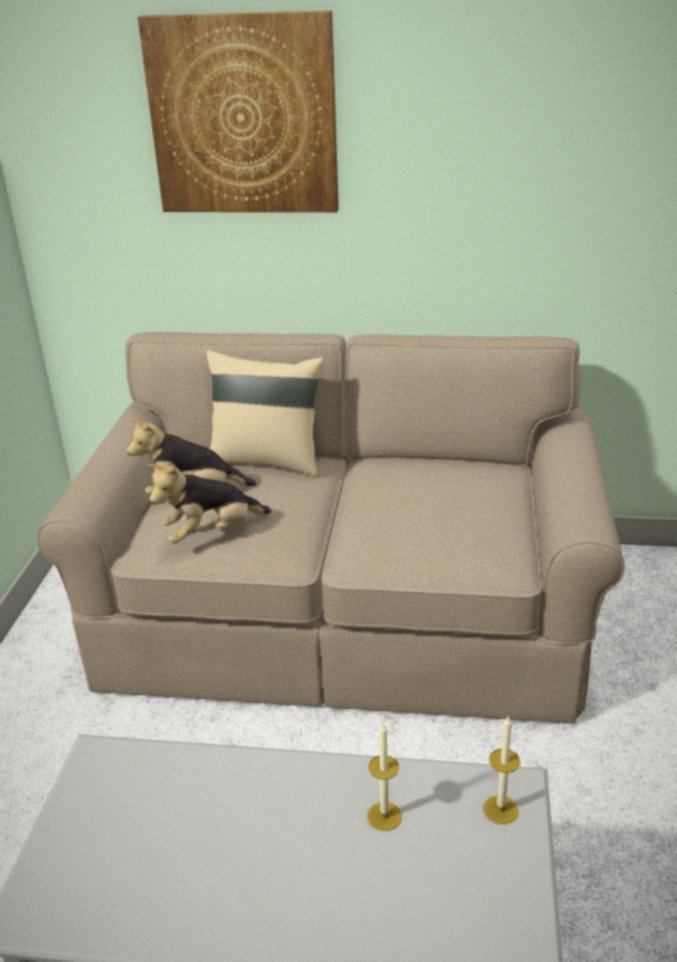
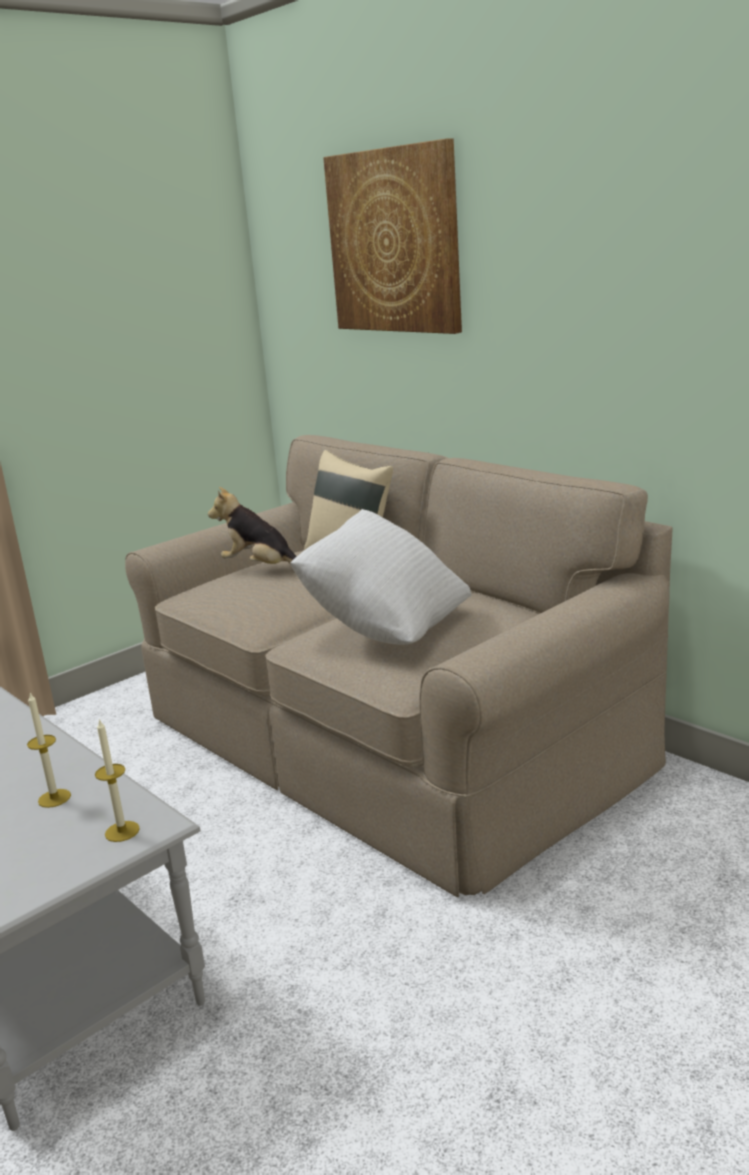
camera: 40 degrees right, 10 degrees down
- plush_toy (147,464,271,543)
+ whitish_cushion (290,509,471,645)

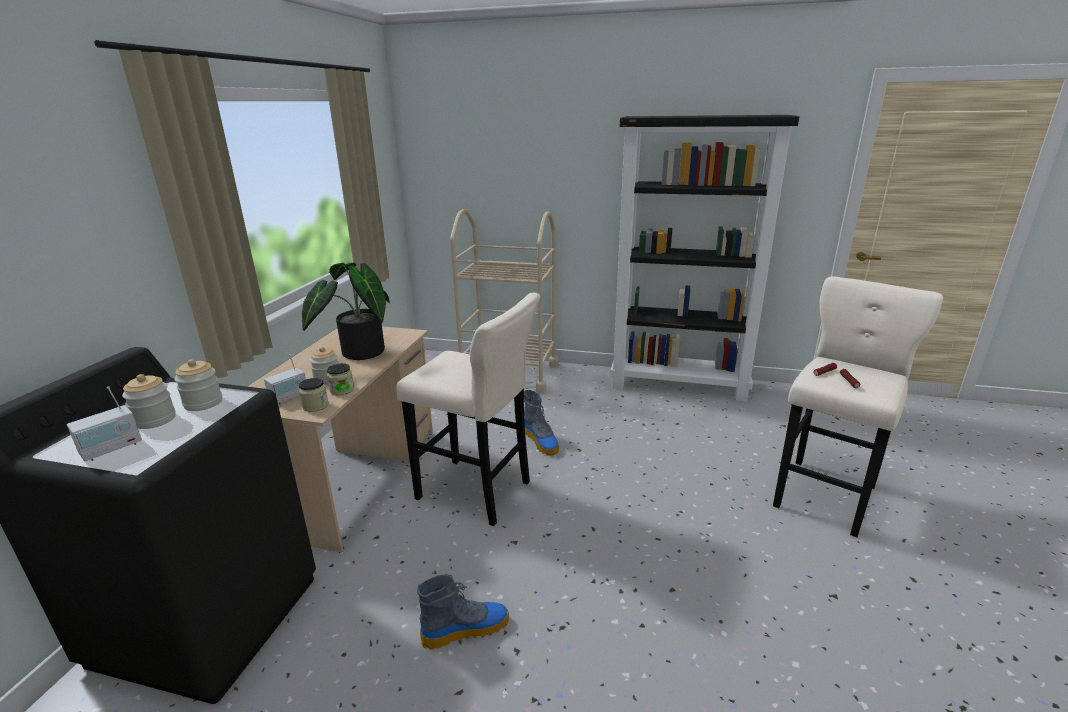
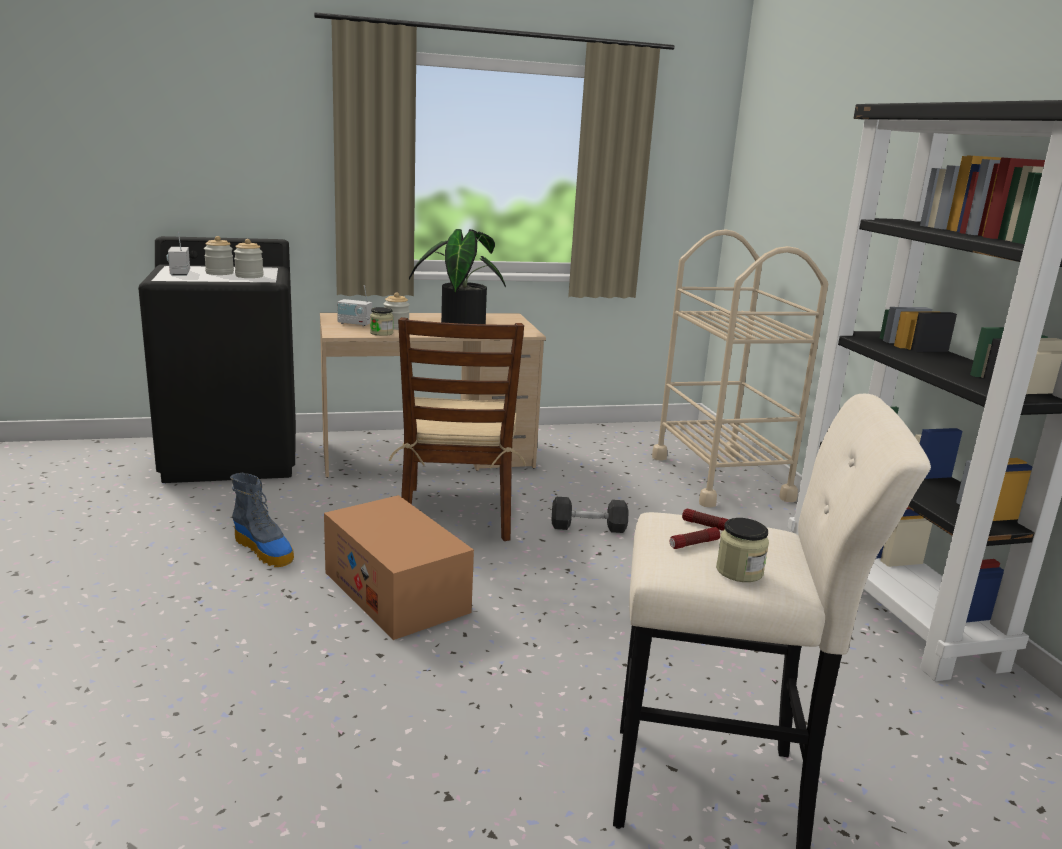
camera: 60 degrees right, 5 degrees down
~ sand-coloured_sitting_stool (396,293,540,526) to brown_upright_chair (389,317,526,541)
~ jar (299,378,329,412) to (716,518,769,582)
~ radio_receiver (67,386,142,461) = (167,232,190,275) 60 degrees clockwise
~ boot (524,390,559,456) to grey_dumbbell (552,497,629,533)
+ packing_box (324,495,474,640)

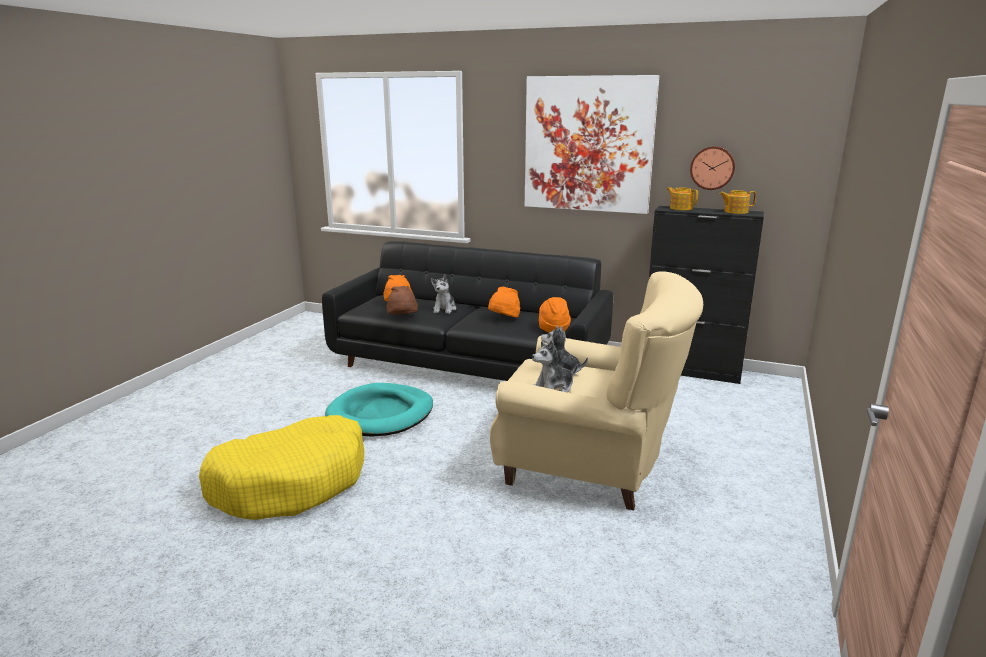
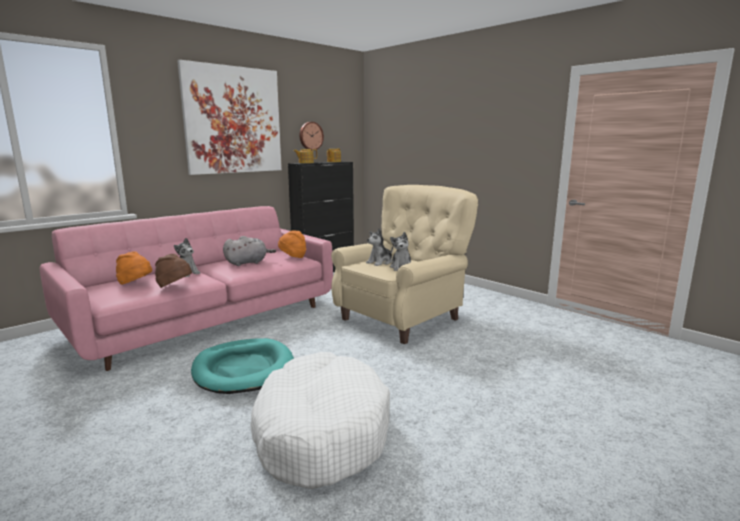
camera: 65 degrees left, 5 degrees down
~ blackish_sofa (322,241,613,381) to pink_sofa (40,206,333,371)
~ orange_hat (488,287,520,317) to grey_plush_toy (223,236,276,266)
~ yellow_dog_bed (199,415,364,520) to whitish_dog_bed (250,352,390,489)

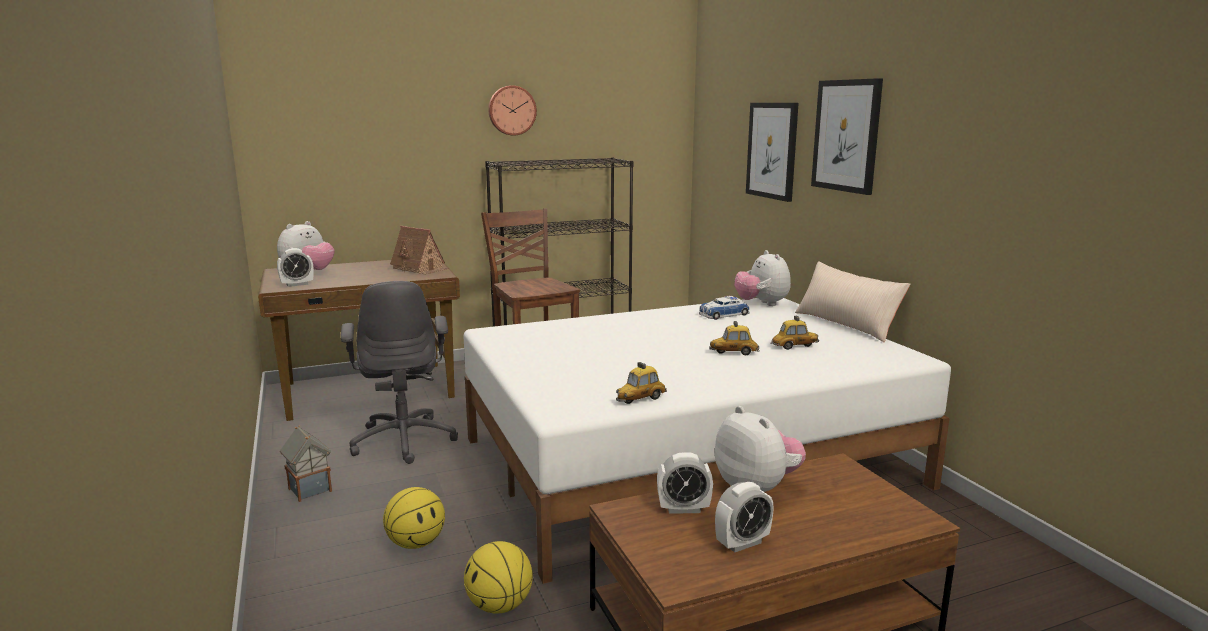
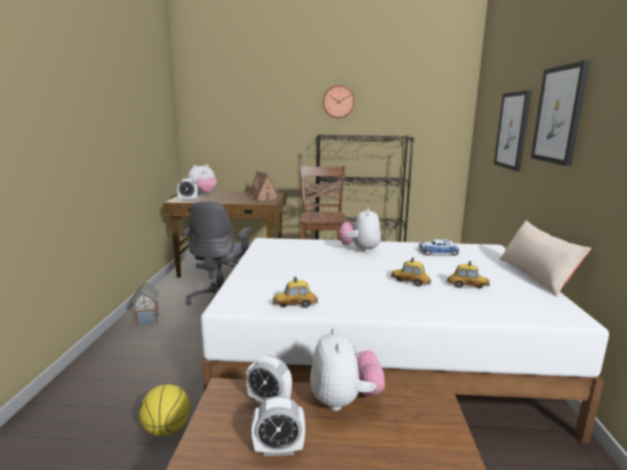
camera: 25 degrees right, 0 degrees up
~ plush_toy (734,250,791,306) to (339,208,381,253)
- basketball (383,487,445,549)

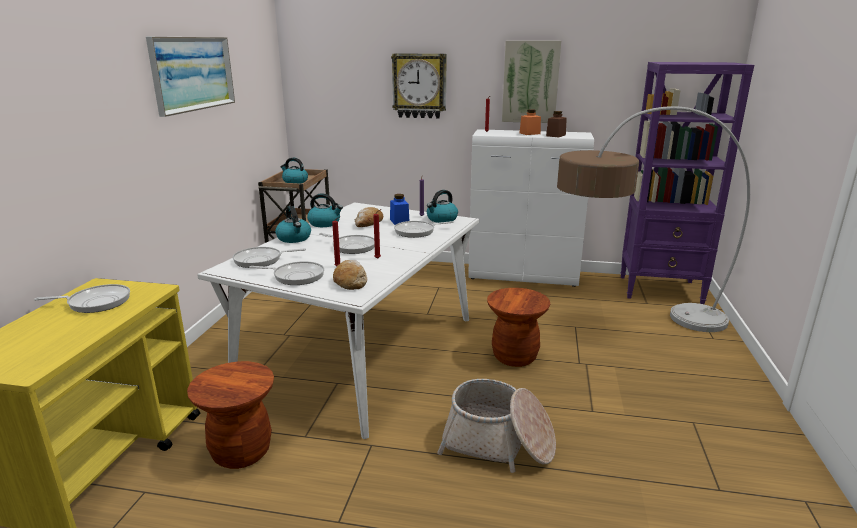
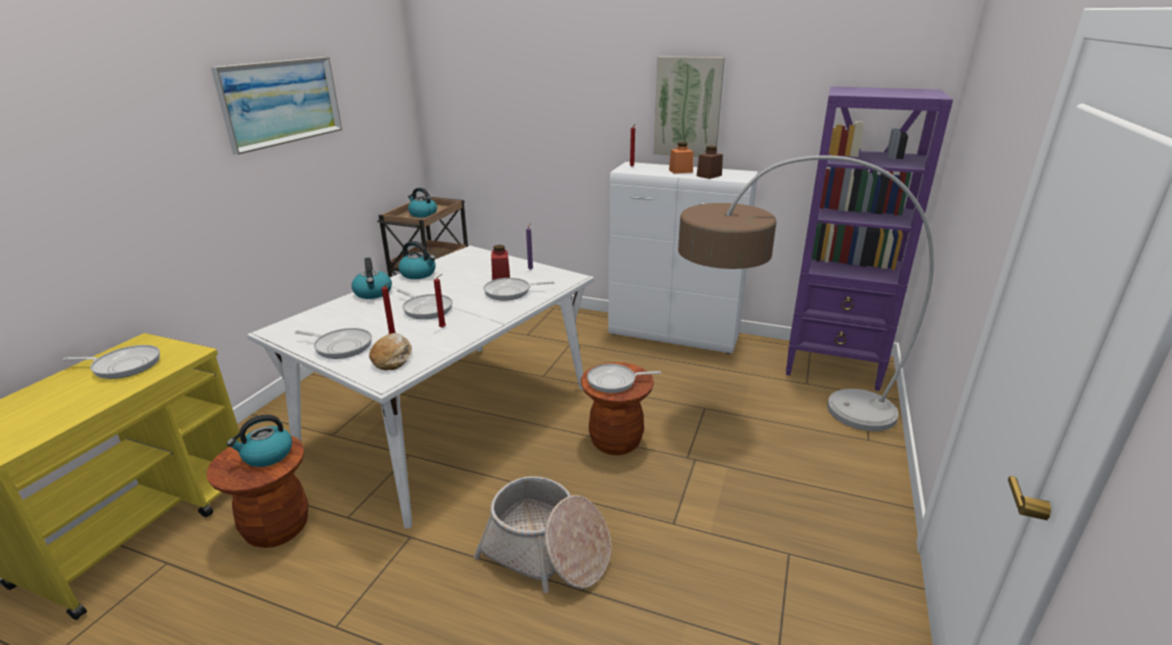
camera: 10 degrees right, 5 degrees up
- clock_on_the_wall (391,53,447,118)
~ tea_kettle (427,190,458,223) to (227,415,292,467)
~ bluish_jar (390,194,409,225) to red_jar (491,245,510,280)
- bakery_bread (355,207,383,227)
~ frying_pan (232,247,306,268) to (587,364,661,393)

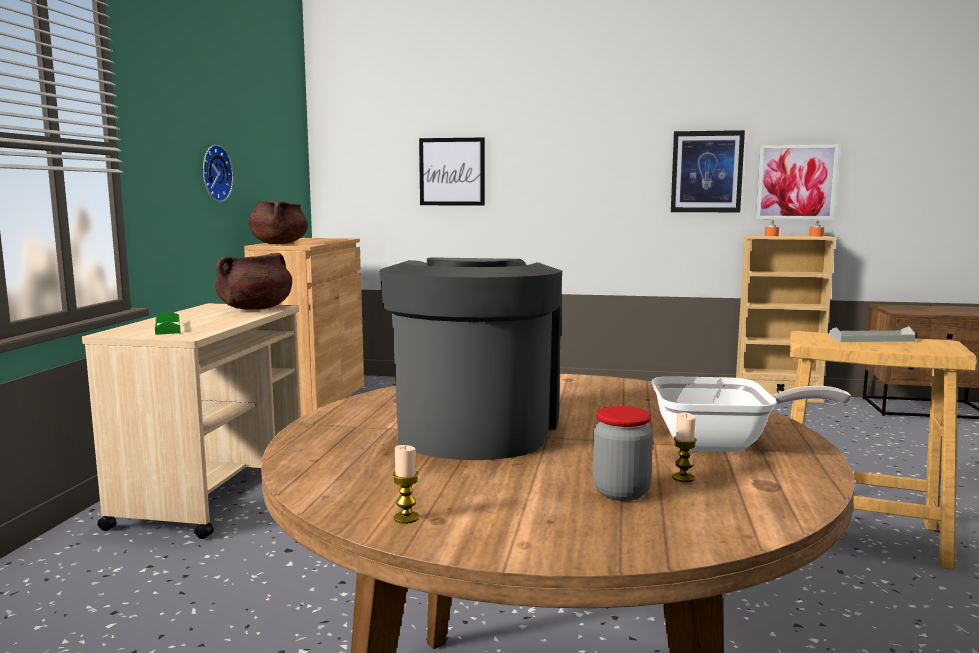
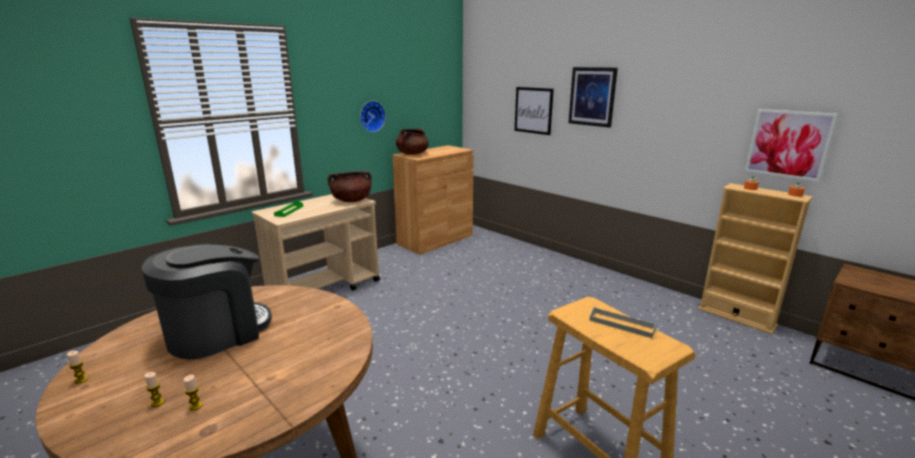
camera: 35 degrees right, 10 degrees up
~ wall_picture (671,130,745,212) to (568,67,618,128)
- frying_pan (651,376,851,452)
~ jar (593,406,653,501) to wax_light (144,372,164,407)

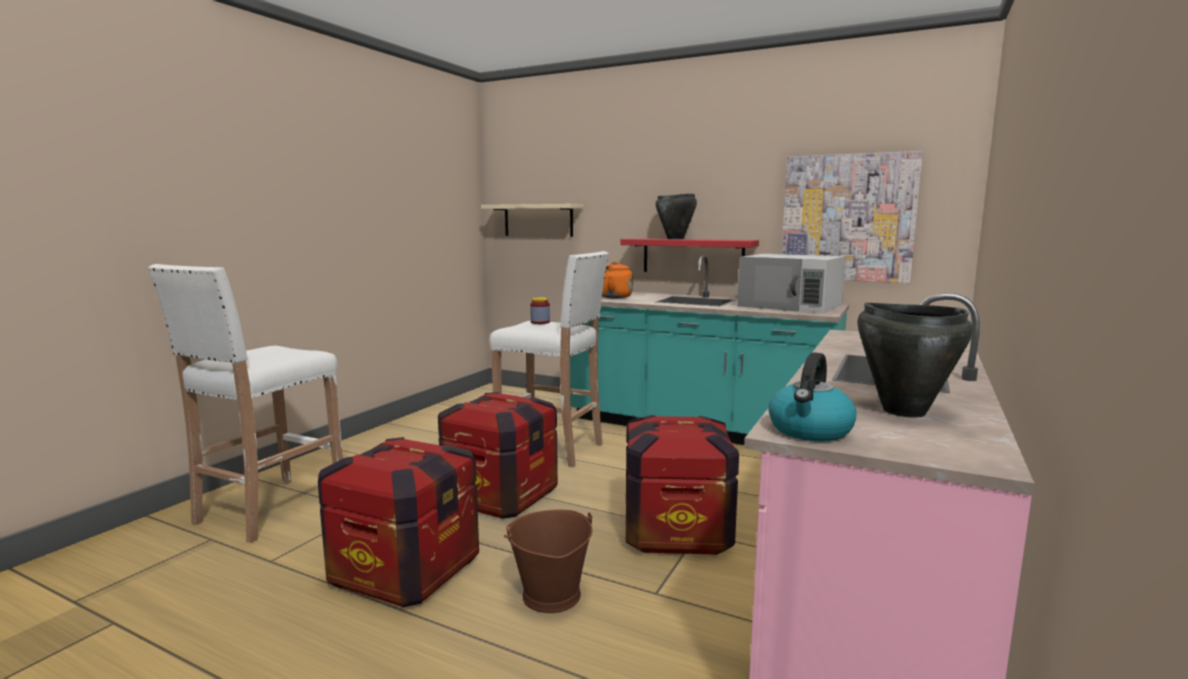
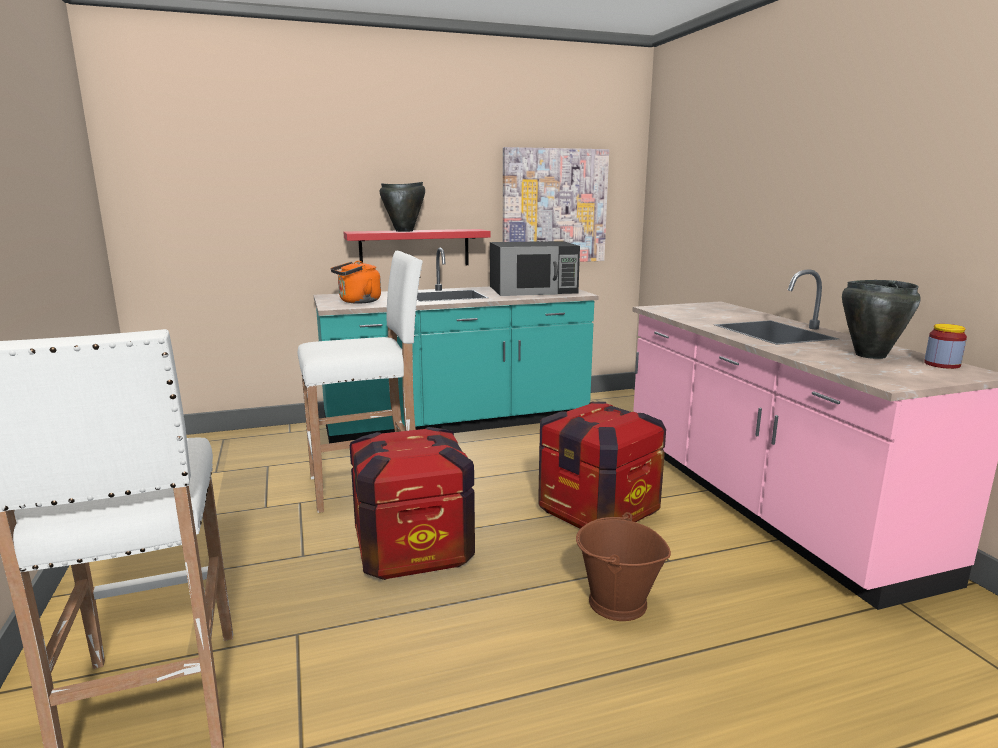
camera: 45 degrees left, 5 degrees up
- sand-coloured_bracket_shelf (481,204,583,237)
~ whitish_microwave_oven (737,254,846,313) to blackish_microwave_oven (490,241,580,296)
~ jar (530,297,550,324) to (924,324,967,369)
- tea_kettle (768,352,856,442)
- crate (318,437,479,607)

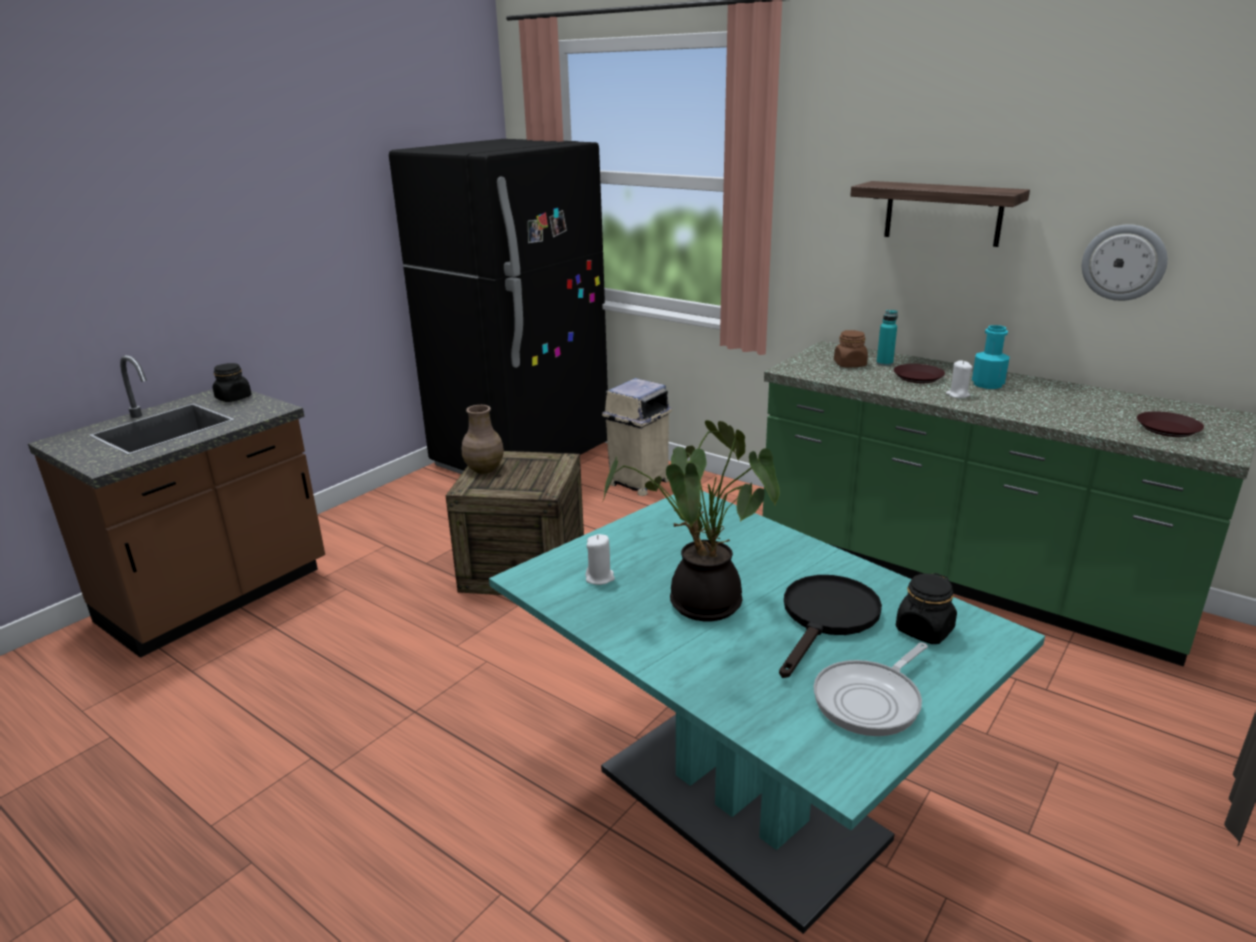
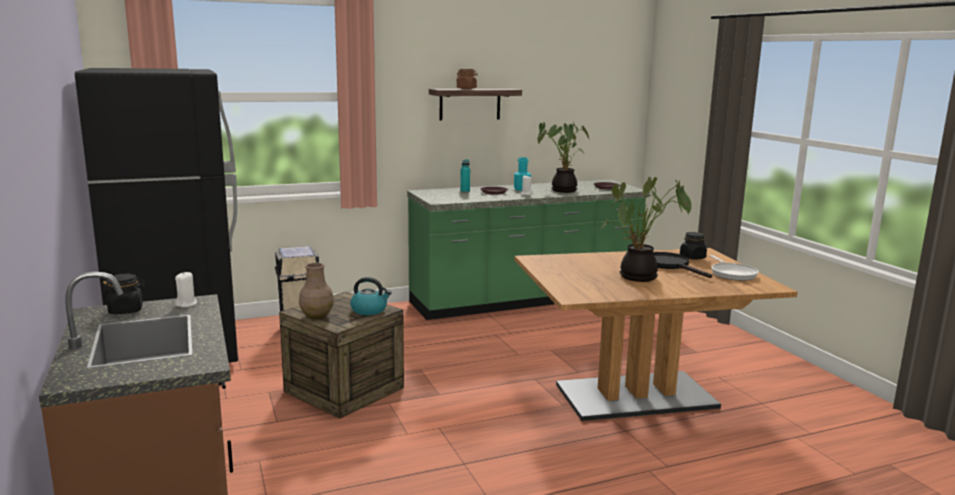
camera: 60 degrees left, 10 degrees down
- clock_on_the_wall (1082,224,1168,301)
~ brown_jar (834,330,868,368) to (456,69,478,89)
~ turquoise_dining_table (489,491,1045,934) to brown_dining_table (515,248,798,421)
~ whitish_wax_light (585,534,615,585) to (175,272,197,307)
+ plant_in_a_pot (538,122,589,193)
+ tea_kettle (350,277,392,315)

